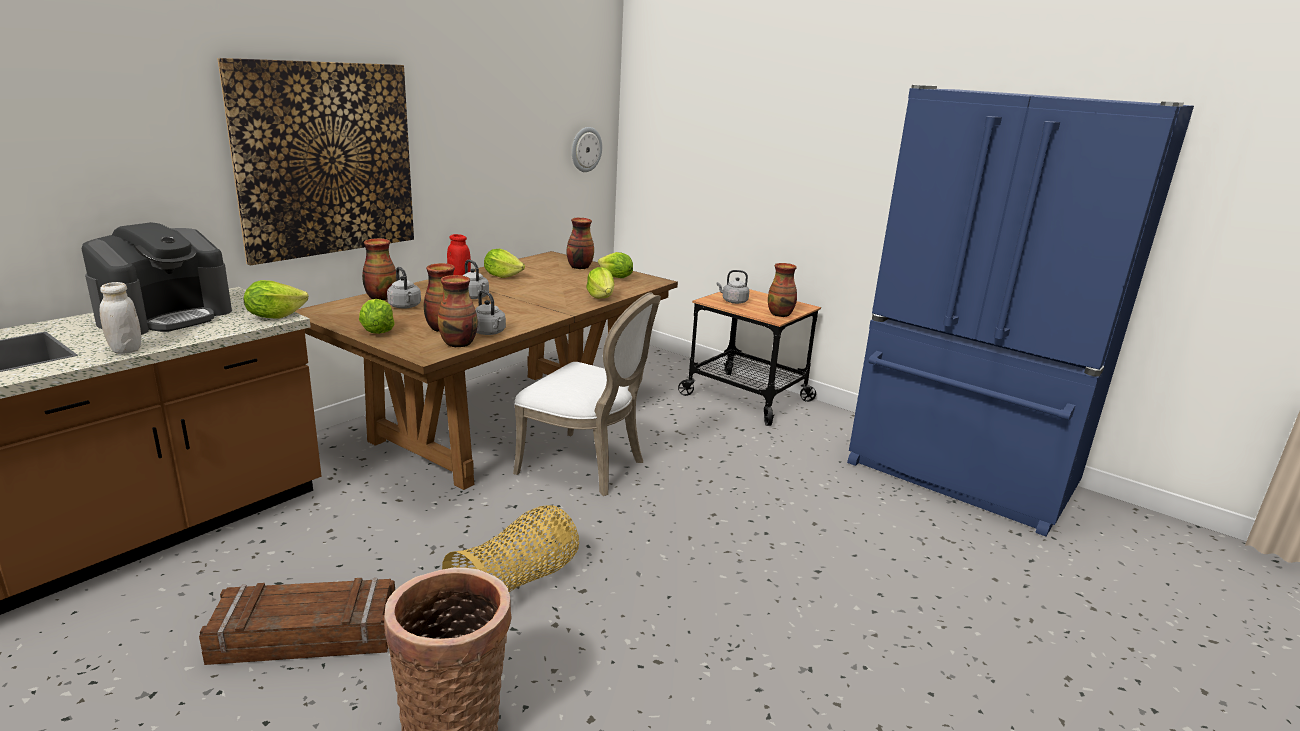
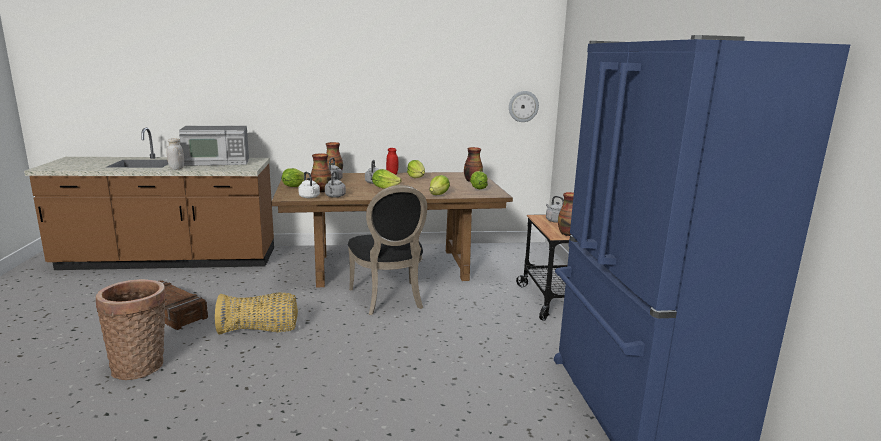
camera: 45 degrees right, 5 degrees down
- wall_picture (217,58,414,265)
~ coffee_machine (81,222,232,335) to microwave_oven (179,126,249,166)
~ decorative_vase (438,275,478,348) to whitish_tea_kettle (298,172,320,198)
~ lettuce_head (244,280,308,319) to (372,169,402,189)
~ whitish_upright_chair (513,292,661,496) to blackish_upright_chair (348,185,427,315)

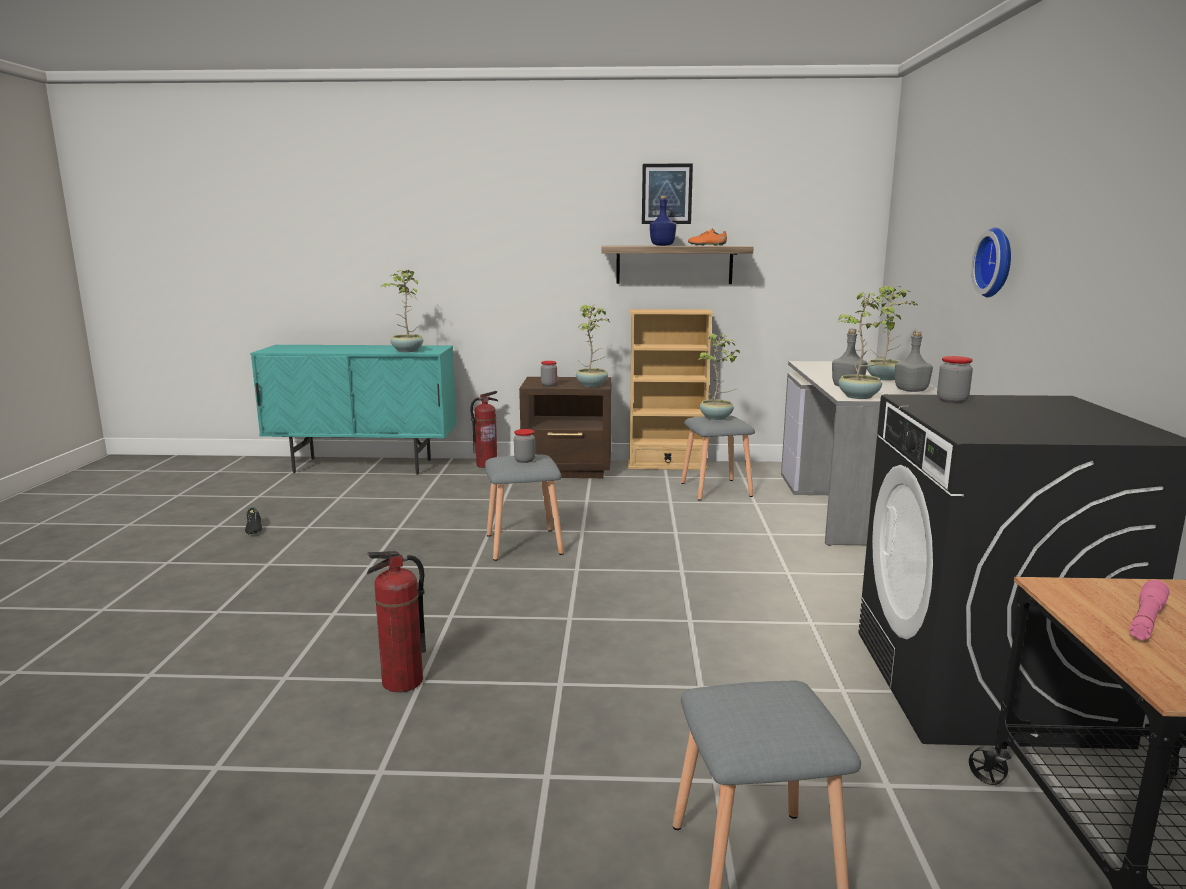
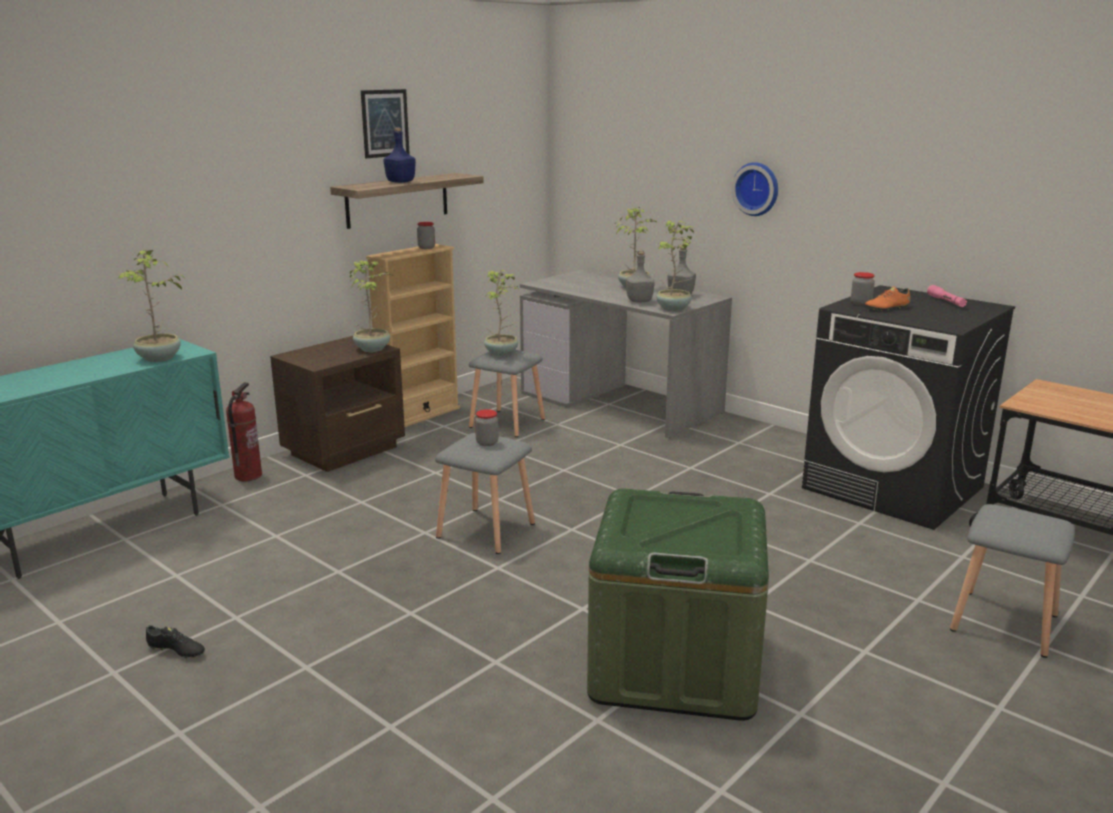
camera: 50 degrees left, 5 degrees up
~ orange_item_of_footwear (688,228,727,246) to (865,286,910,311)
~ jar (541,361,557,386) to (417,222,435,249)
~ extinguisher (366,551,426,692) to green-coloured_storage_box (587,489,769,721)
~ pink_torch (1130,580,1170,640) to (927,285,967,307)

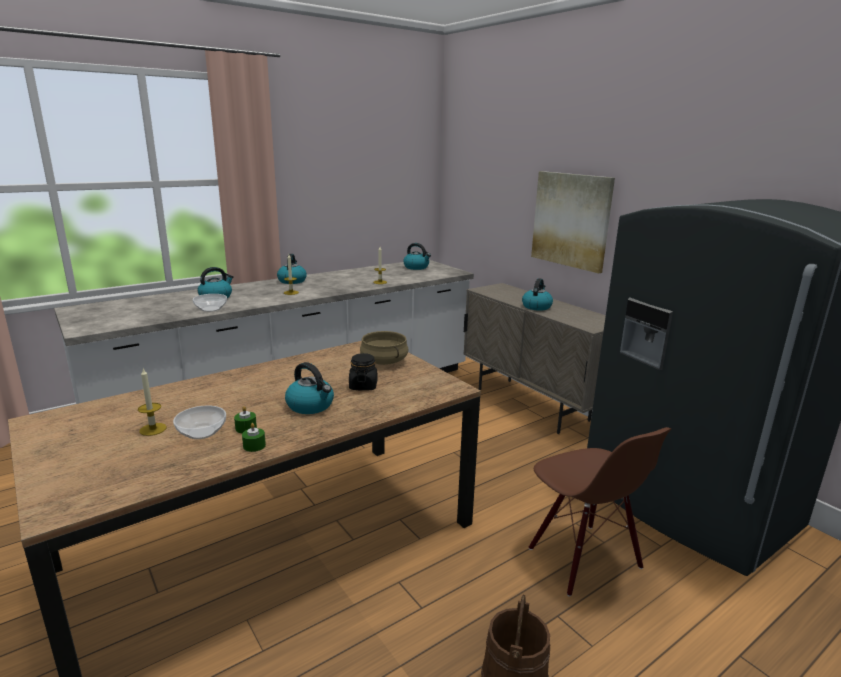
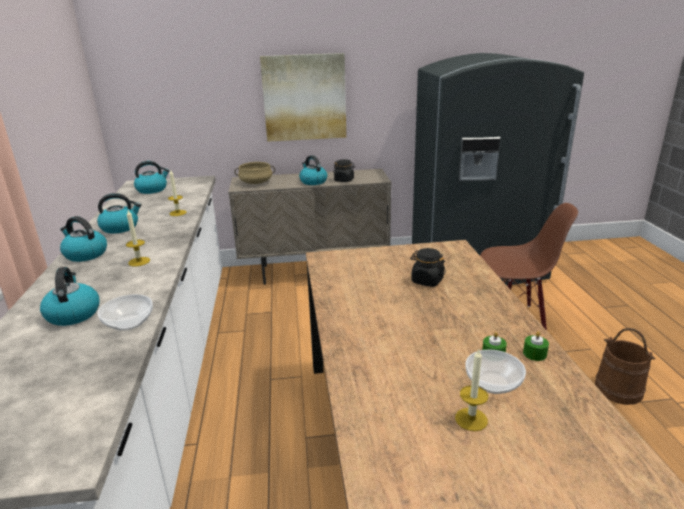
camera: 60 degrees left, 5 degrees up
~ sand-coloured_cooking_pot (360,331,408,365) to (234,162,275,184)
~ tea_kettle (285,362,334,414) to (97,193,141,234)
+ blackish_jar (333,159,355,182)

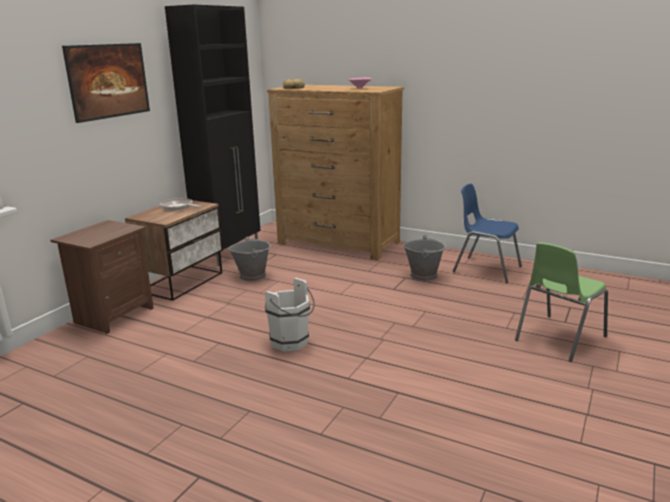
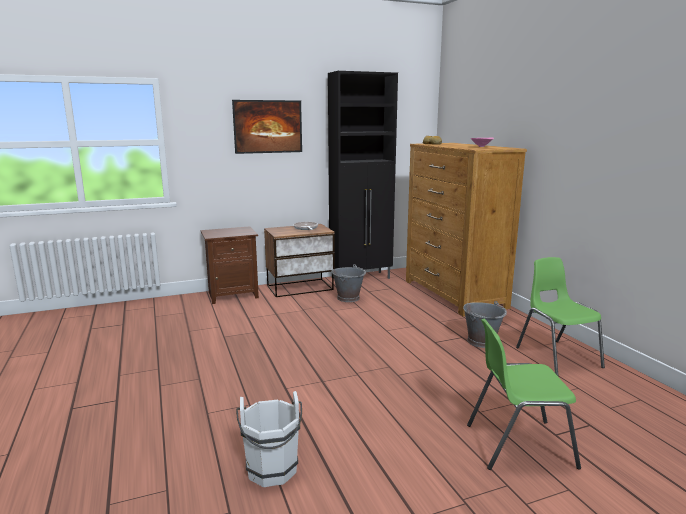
camera: 40 degrees right, 5 degrees down
~ bluish_upright_chair (453,184,522,283) to green-coloured_upright_chair (516,257,605,376)
~ whitish_water_bucket (265,278,315,352) to (236,391,302,487)

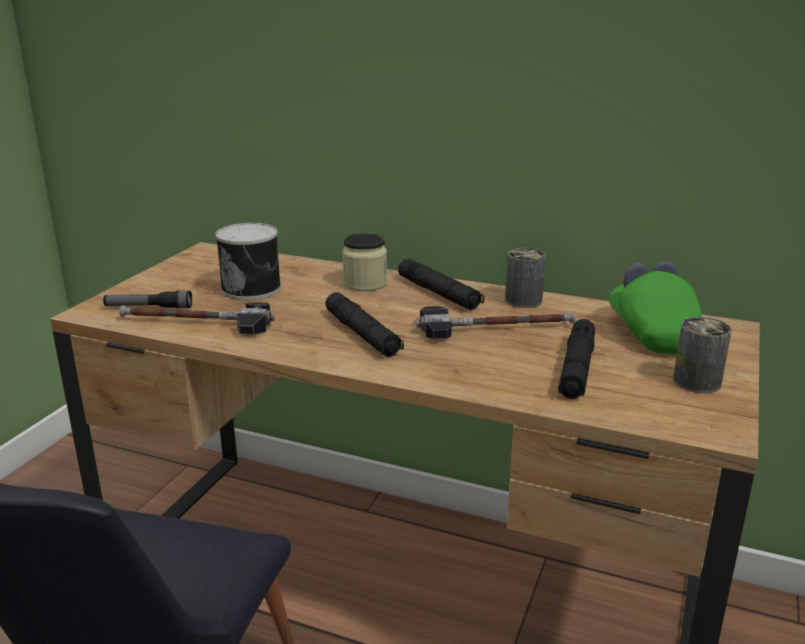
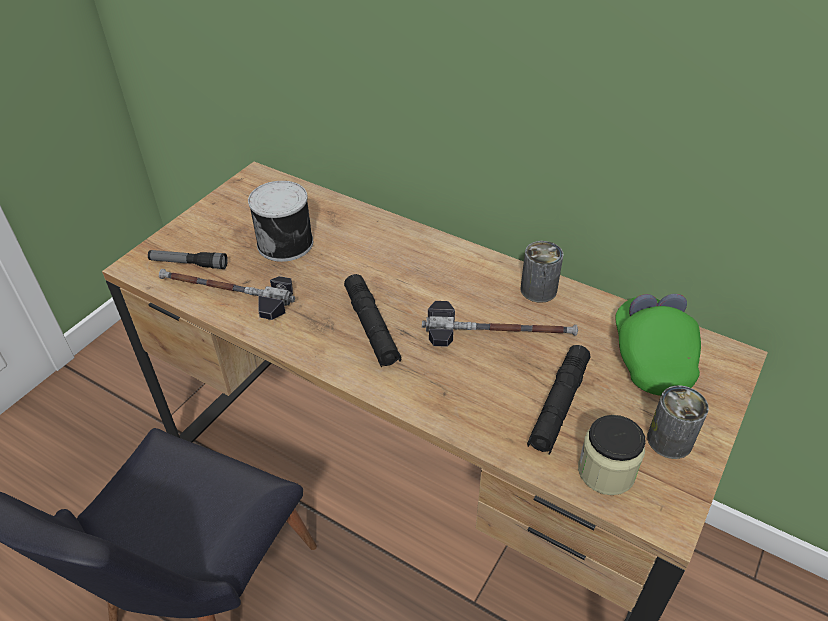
camera: 10 degrees right, 20 degrees up
~ jar (342,233,387,291) to (578,415,646,495)
- blackish_torch (398,259,484,310)

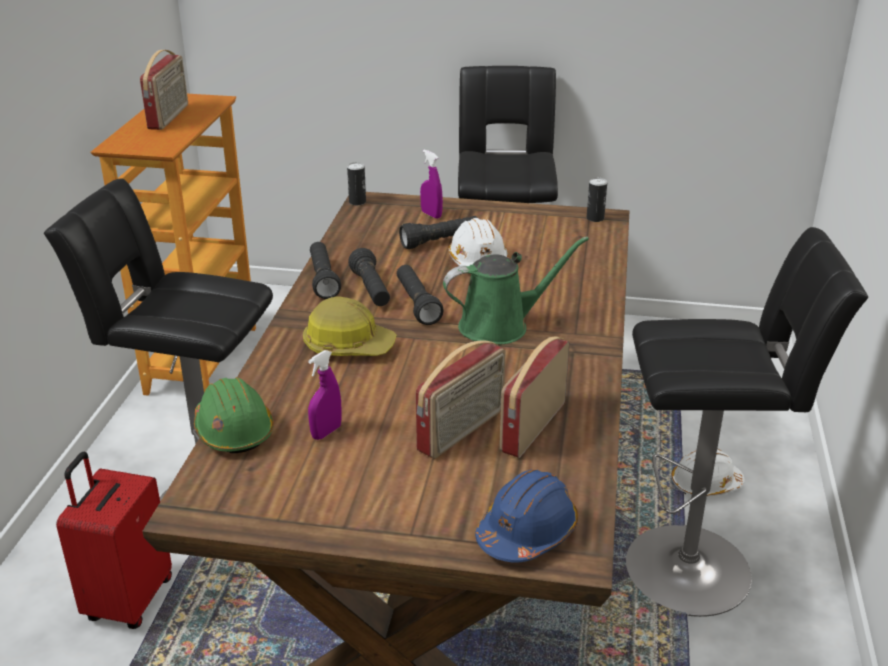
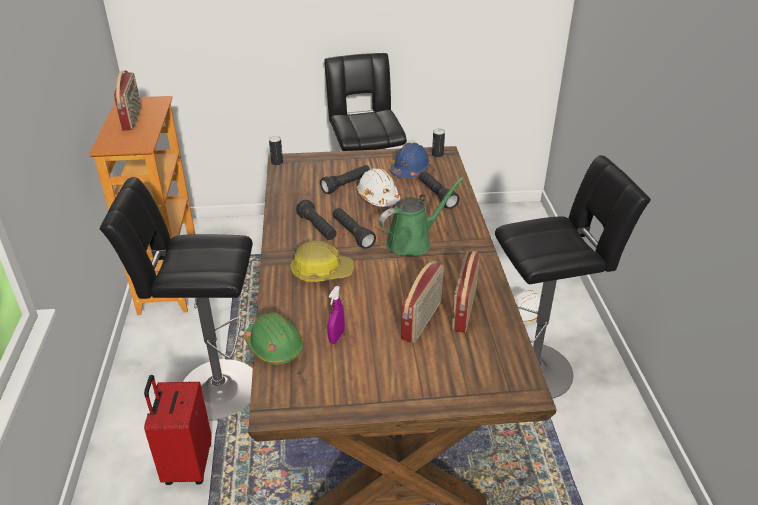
camera: 15 degrees left, 5 degrees up
- purplish_hand_sprayer (420,150,443,219)
~ blackish_torch (310,242,341,299) to (420,172,459,209)
~ bluish_hard_hat (475,470,578,563) to (390,143,430,178)

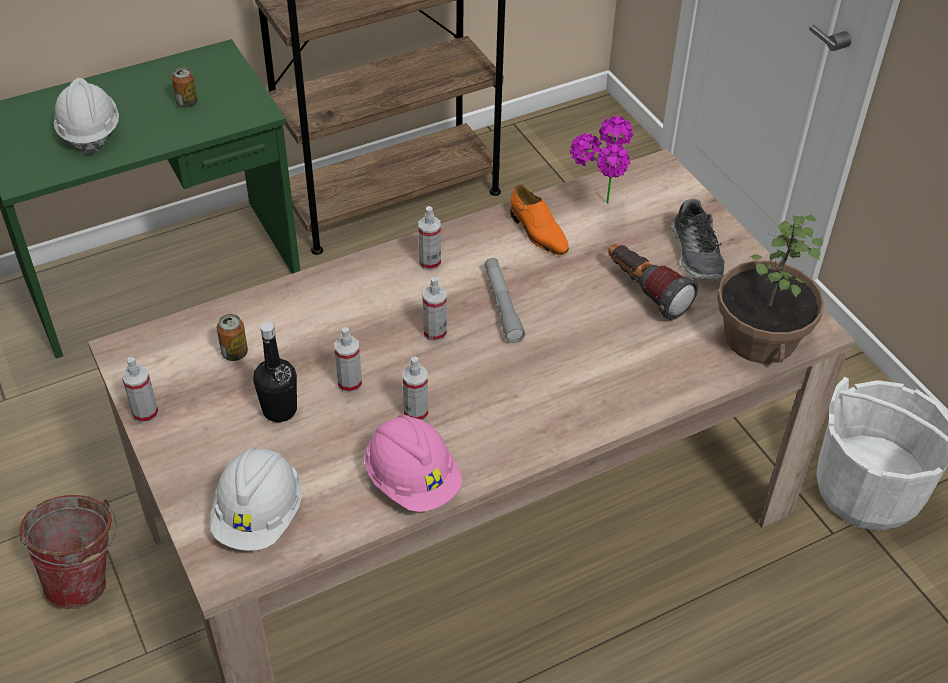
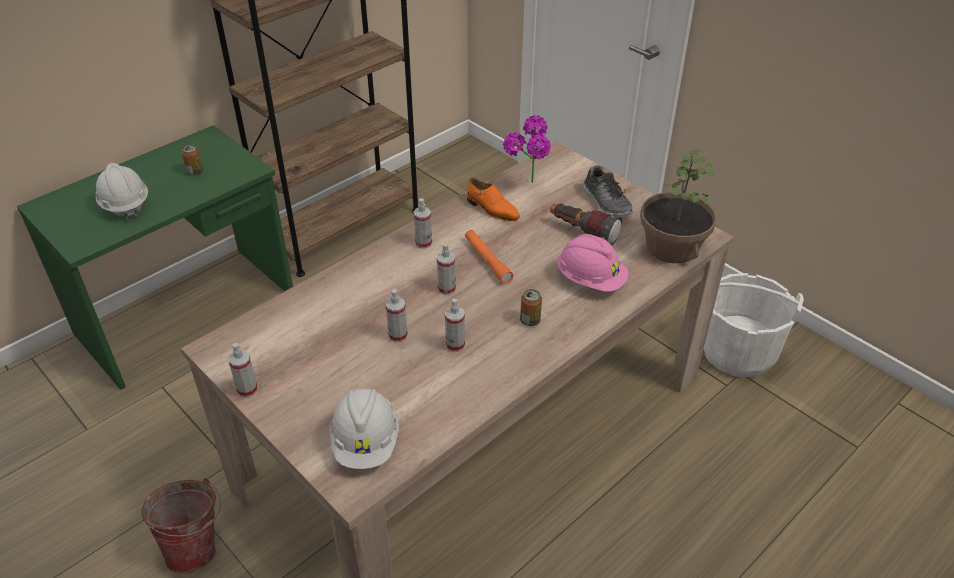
camera: 15 degrees left, 5 degrees down
~ grey_torch (484,258,525,343) to orange_torch (465,230,514,284)
~ metal_can (217,314,248,361) to (520,289,542,326)
- blackish_drink_bottle (253,322,297,422)
~ pink_hard_hat (365,415,462,512) to (557,234,629,292)

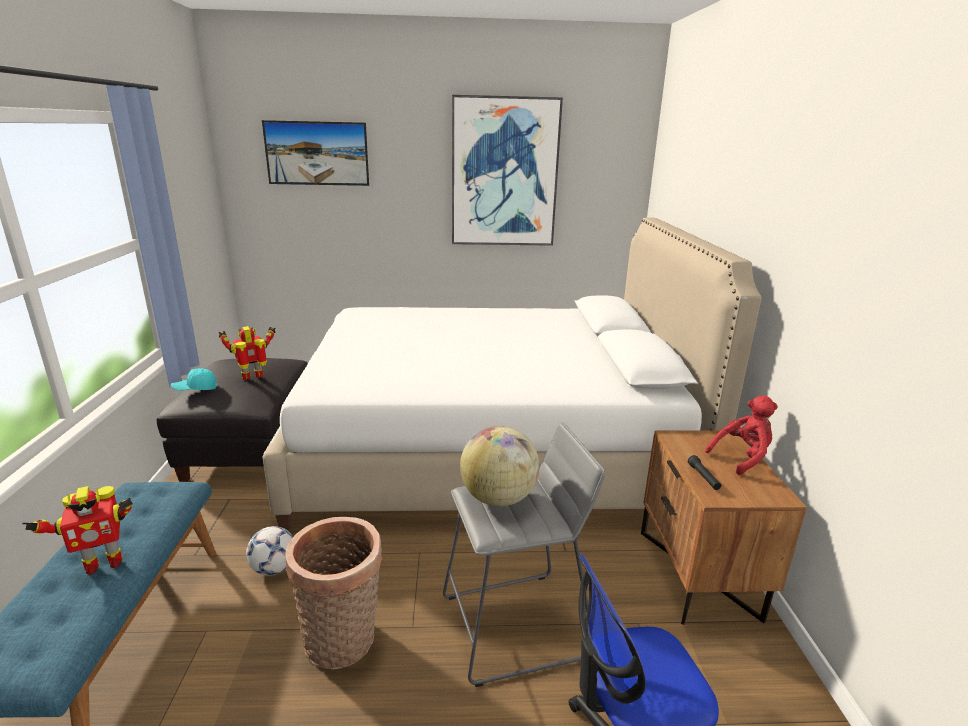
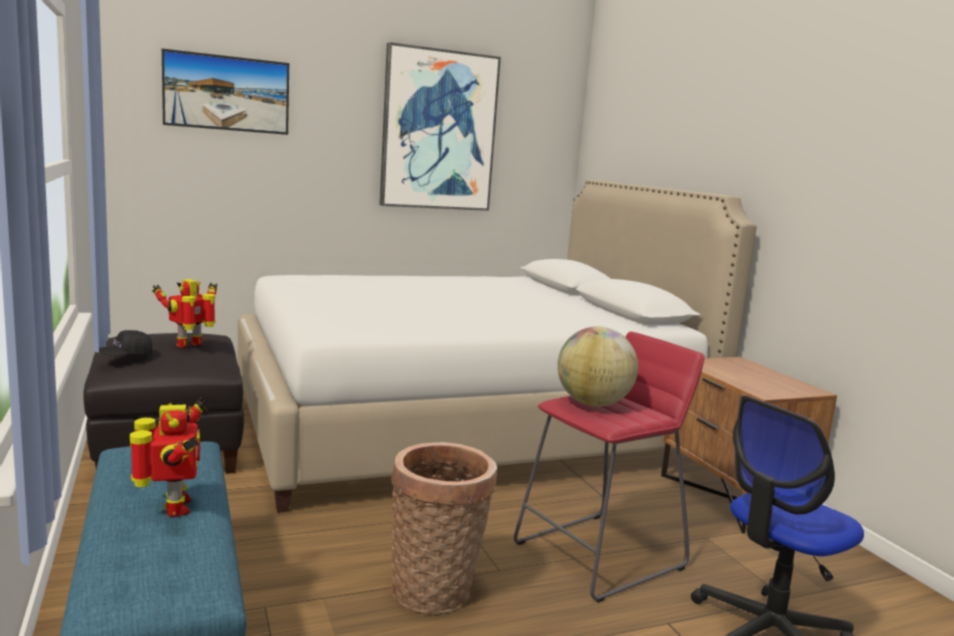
camera: 20 degrees left, 10 degrees down
~ turquoise_cap (171,368,217,391) to blackish_cap (99,330,153,356)
- red_plush_toy (705,395,778,475)
~ grey_sitting_stool (443,422,605,687) to red_sitting_stool (514,332,705,603)
- blackish_torch (688,455,721,490)
~ toy_robot (22,486,133,575) = (130,398,208,517) 60 degrees counterclockwise
- football_ball (246,526,293,576)

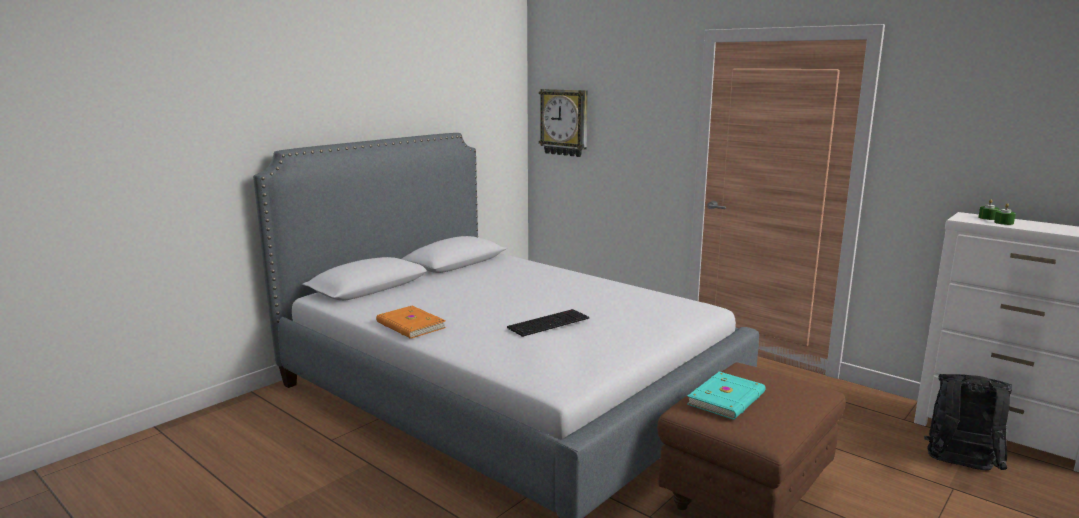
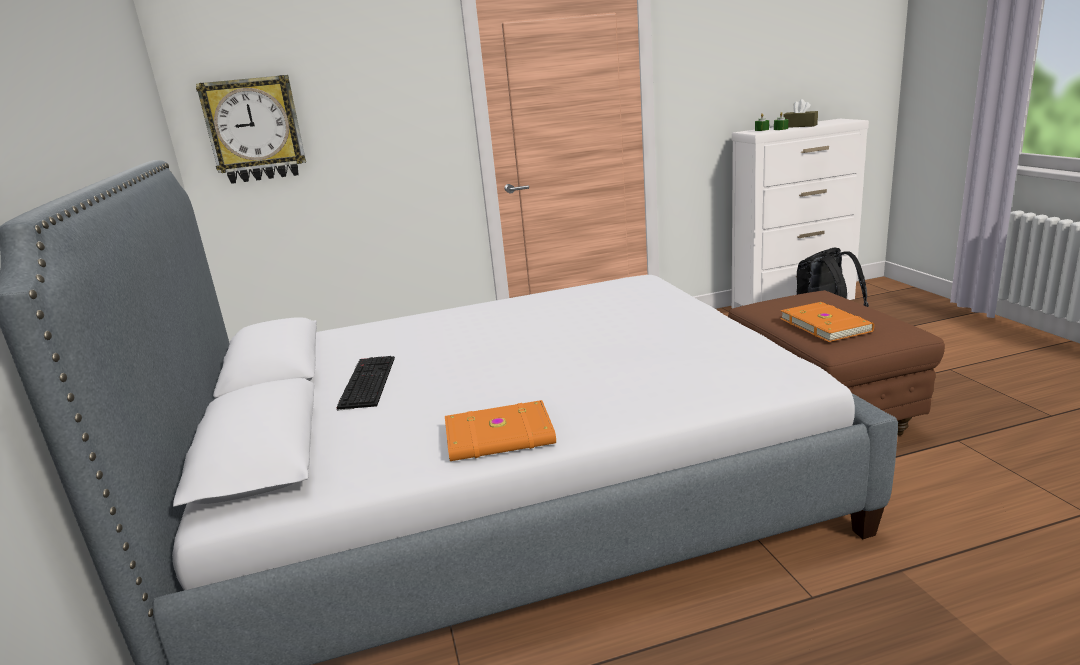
camera: 55 degrees left, 5 degrees up
~ PC_keyboard (507,309,589,337) to (336,356,395,411)
~ turquoise_book (687,372,765,420) to orange_book (780,302,874,342)
+ brown_tissue_holder (784,99,818,128)

